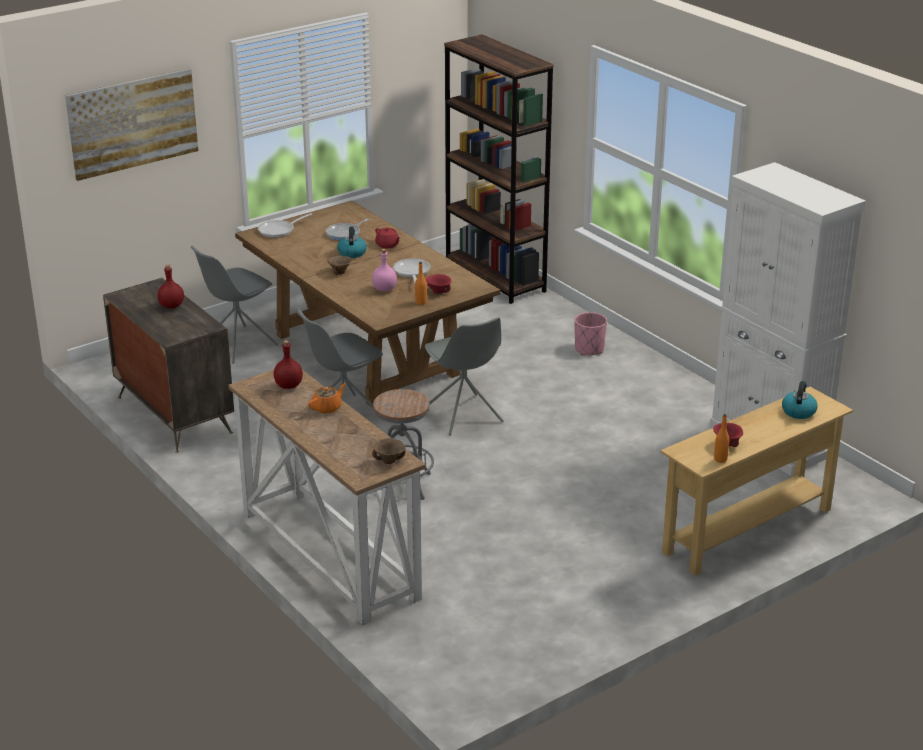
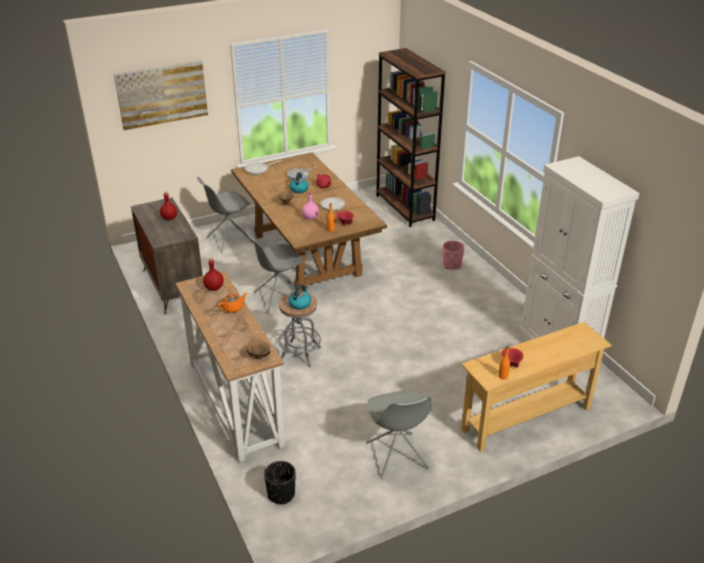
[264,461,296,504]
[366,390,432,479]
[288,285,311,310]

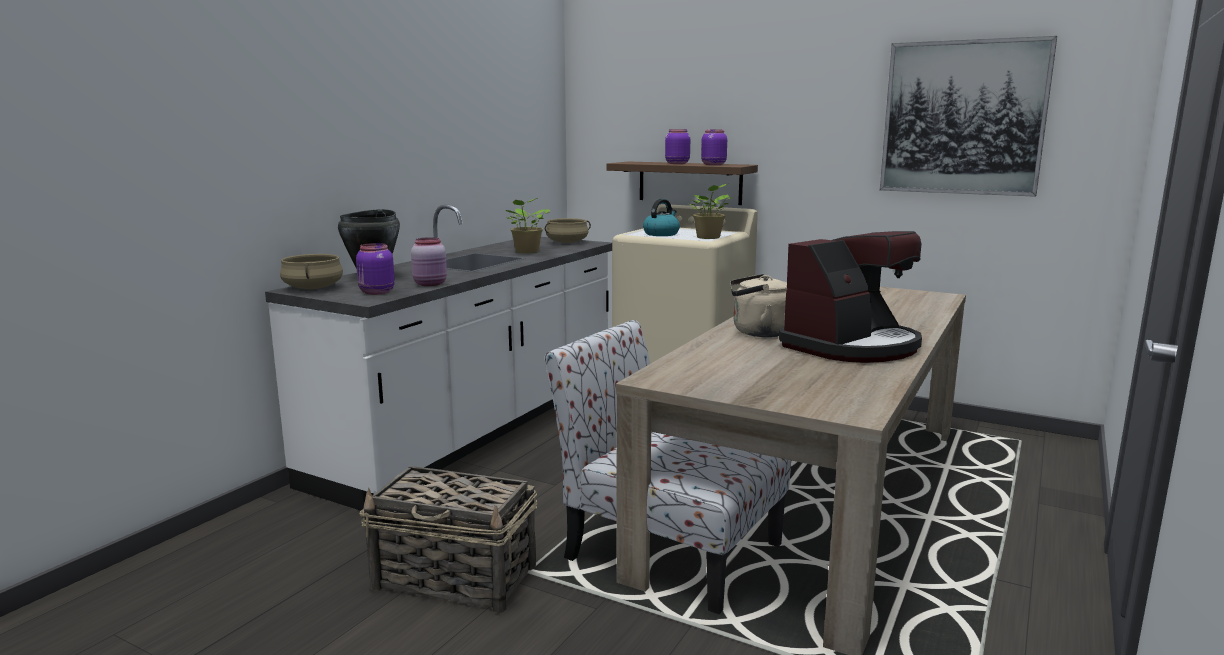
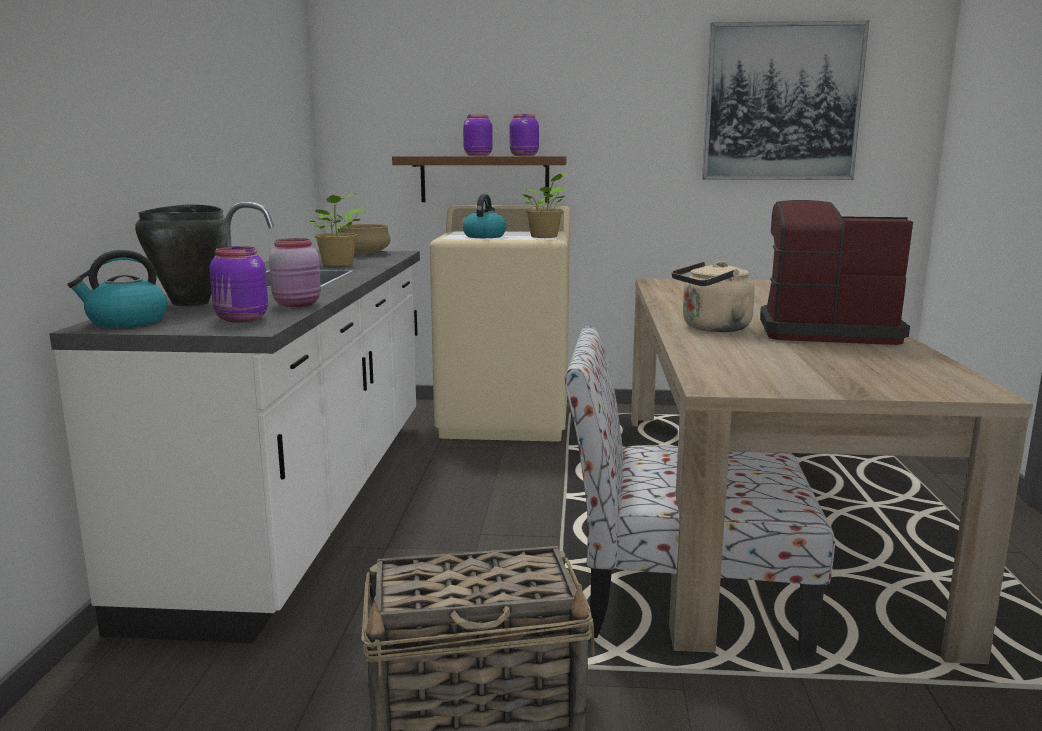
[68,250,168,328]
[760,200,913,345]

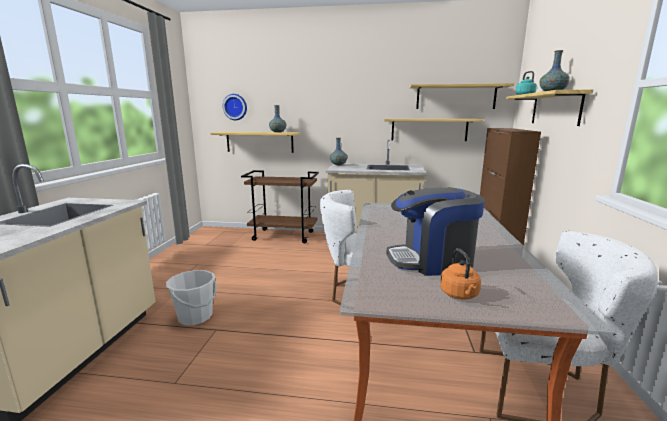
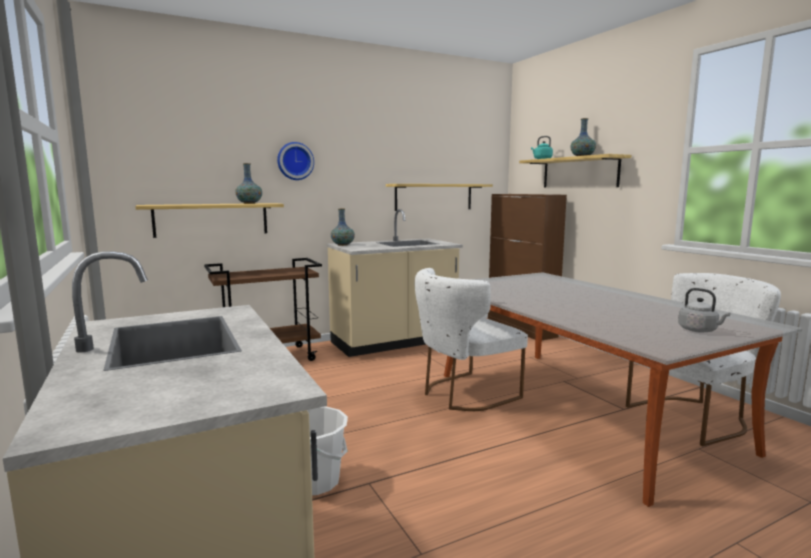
[386,187,485,276] (first image)
[409,83,514,109] (first image)
[277,142,314,180]
[678,288,731,333]

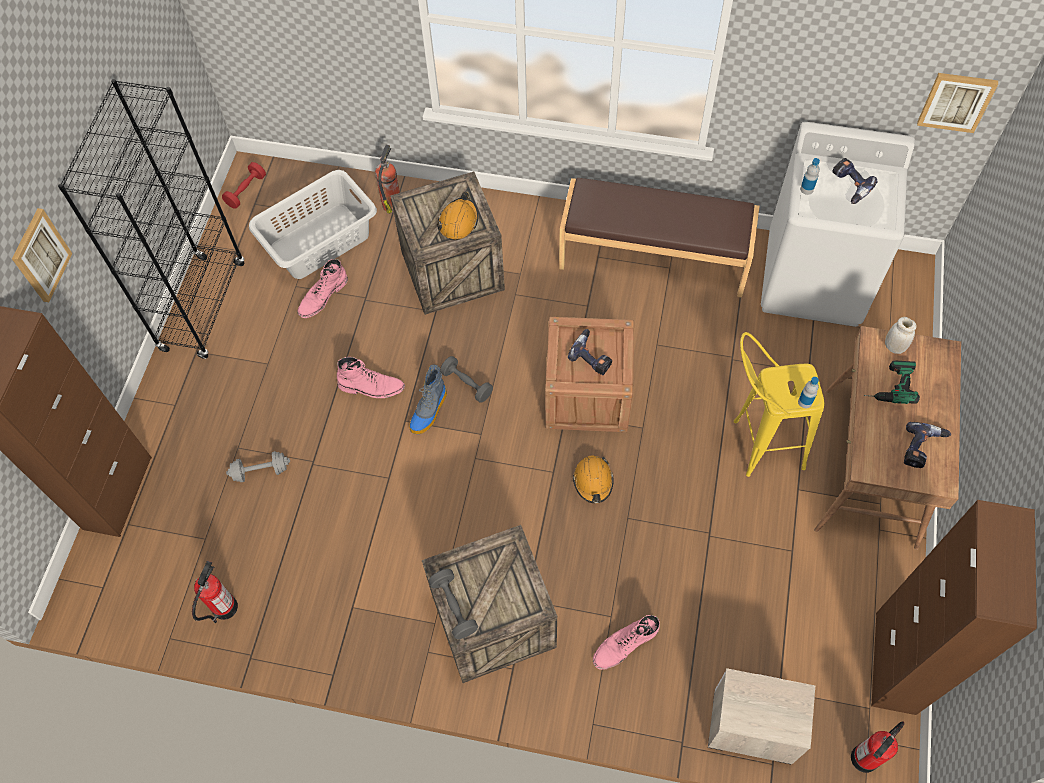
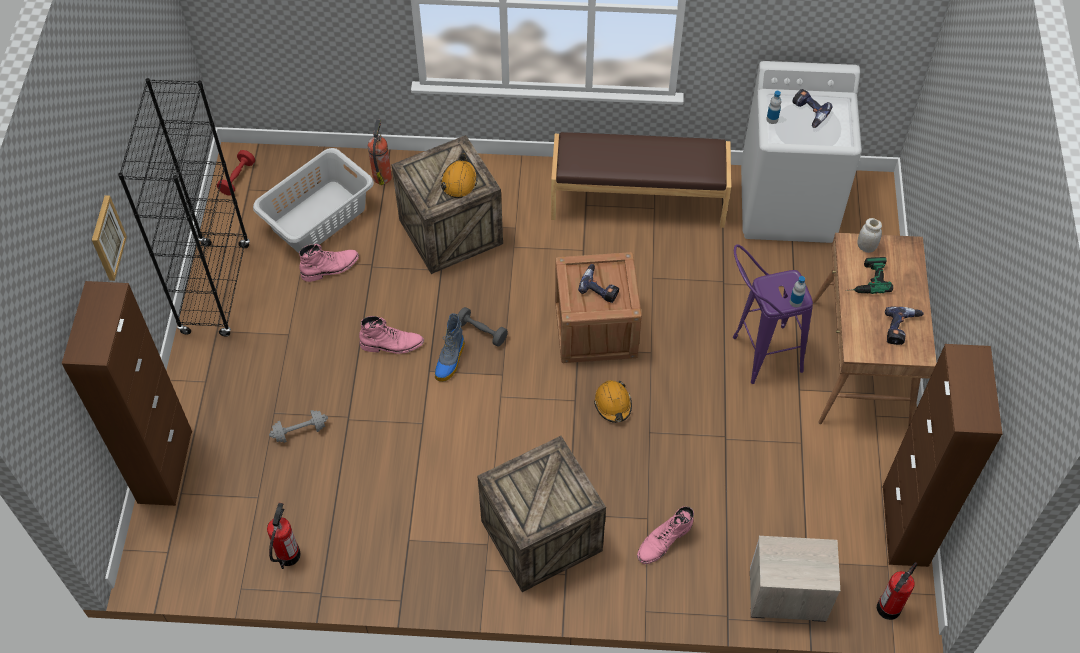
[429,569,478,639] (first image)
[917,73,998,133] (first image)
[733,244,813,384]
[299,244,359,282]

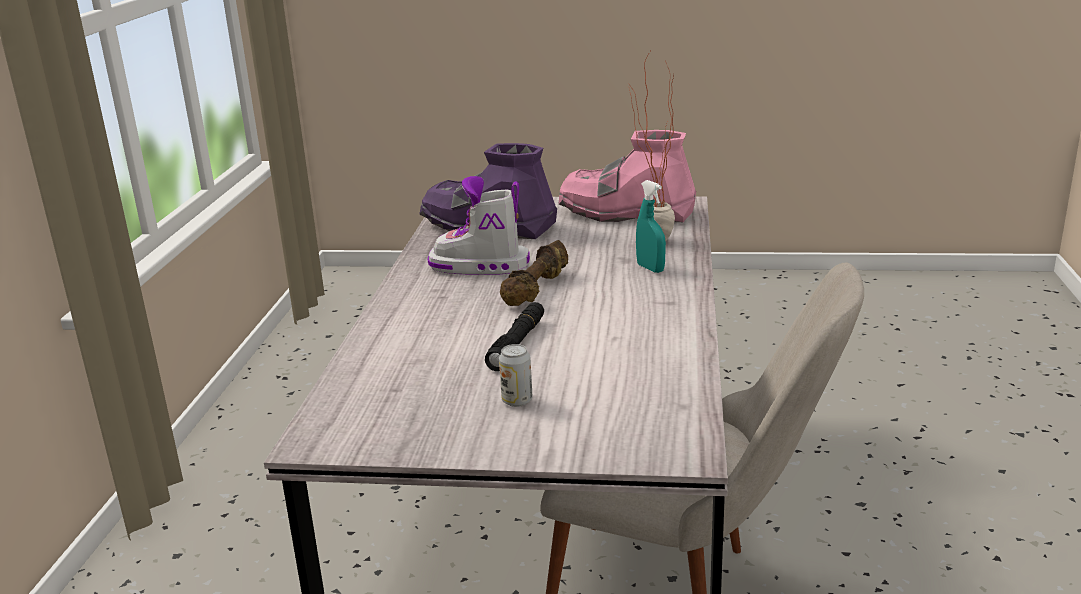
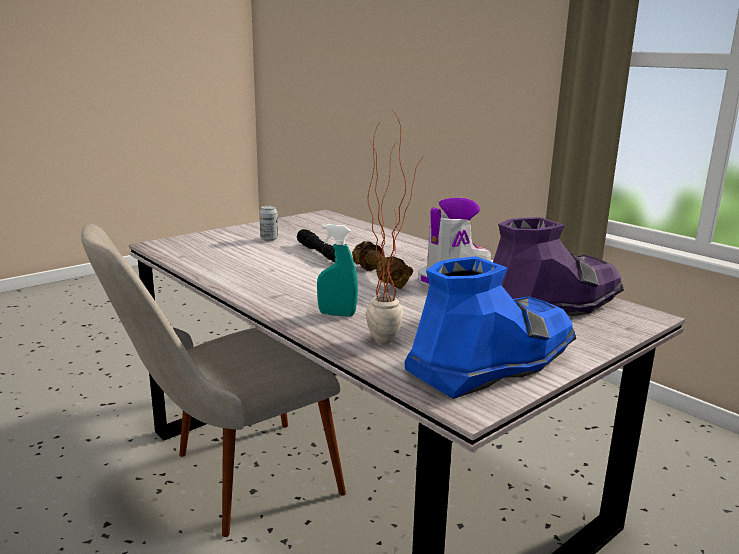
[404,256,576,399]

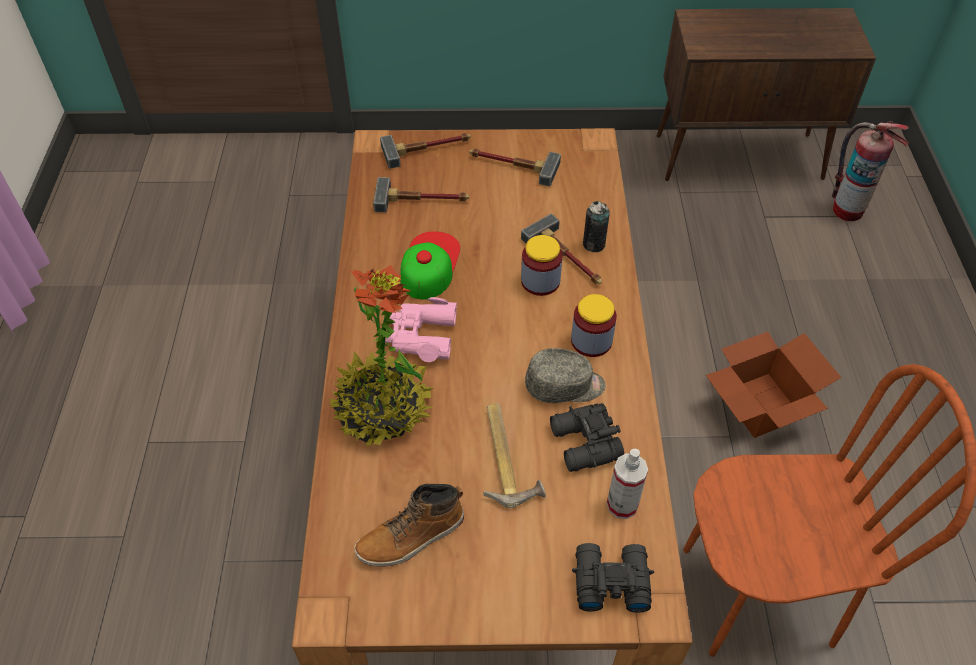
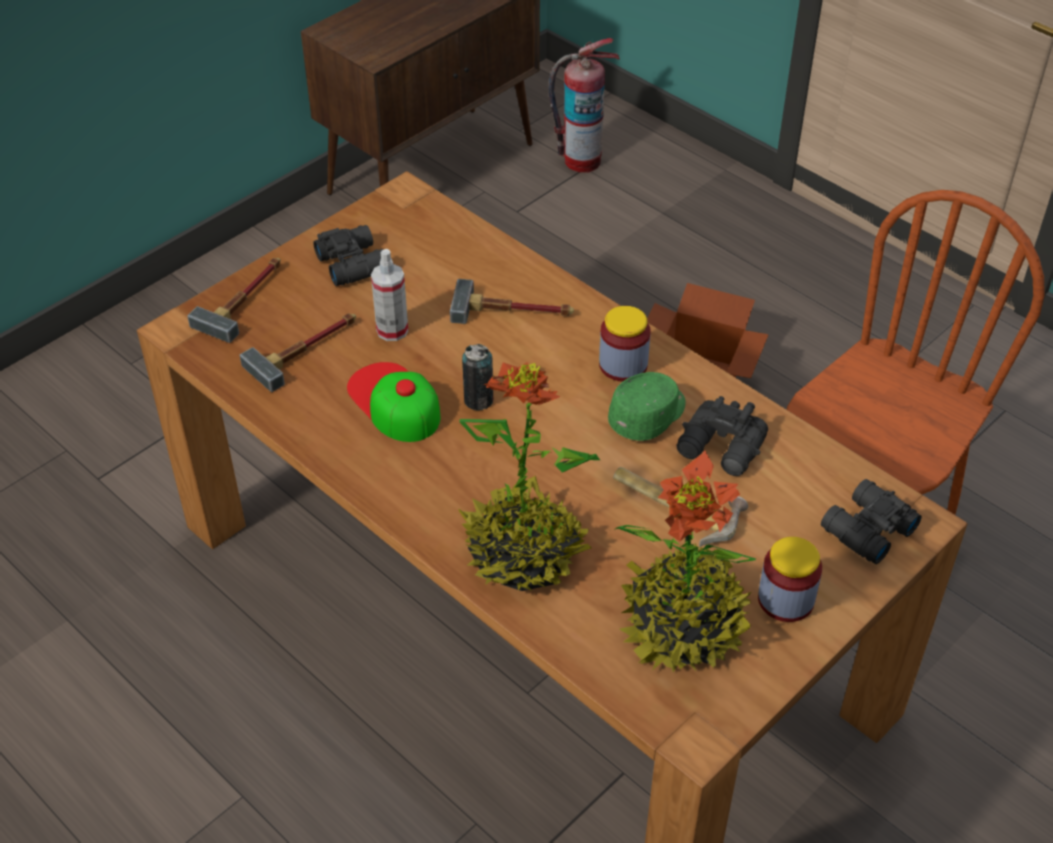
[385,297,457,362] (first image)
[758,537,822,622]
[462,344,494,410]
[371,249,408,341]
[614,450,756,673]
[313,225,383,286]
[608,372,686,441]

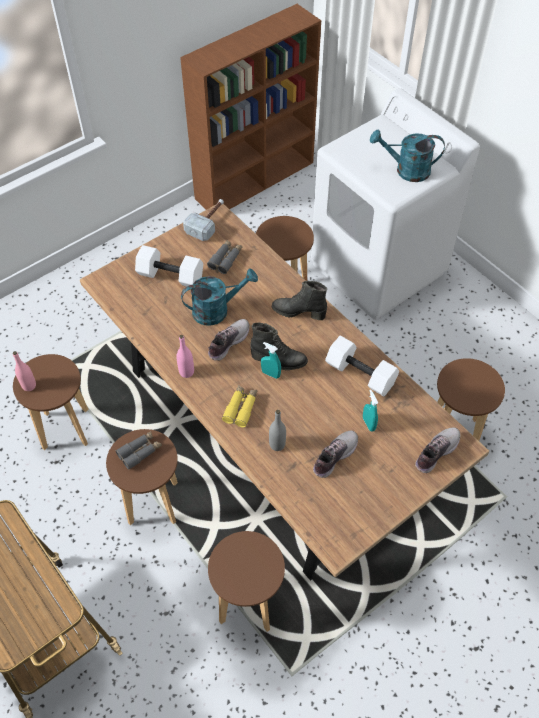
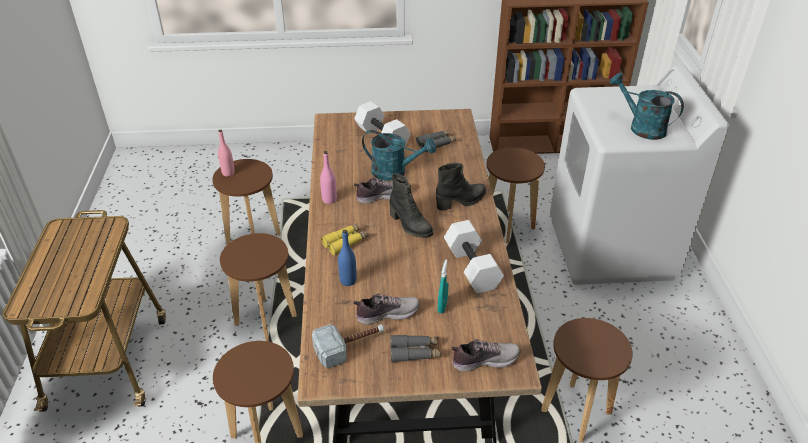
[261,342,281,379] (first image)
[390,335,441,362]
[312,324,385,368]
[338,230,357,286]
[436,163,486,210]

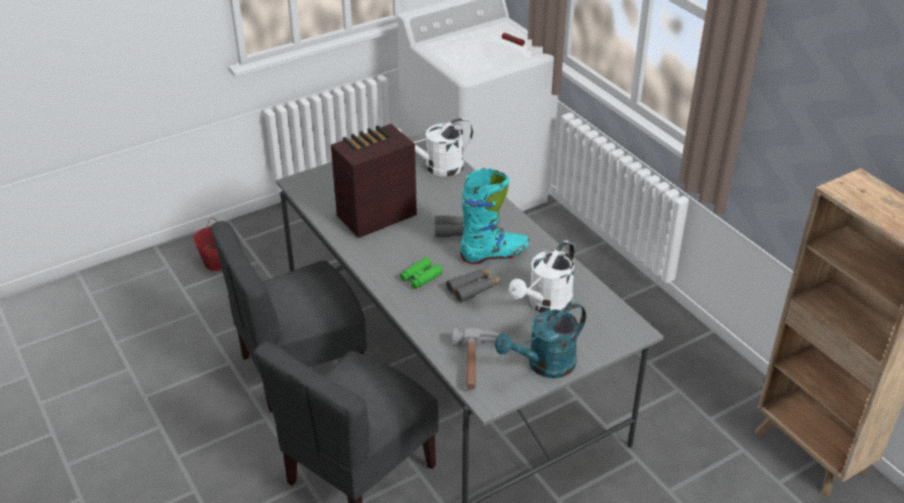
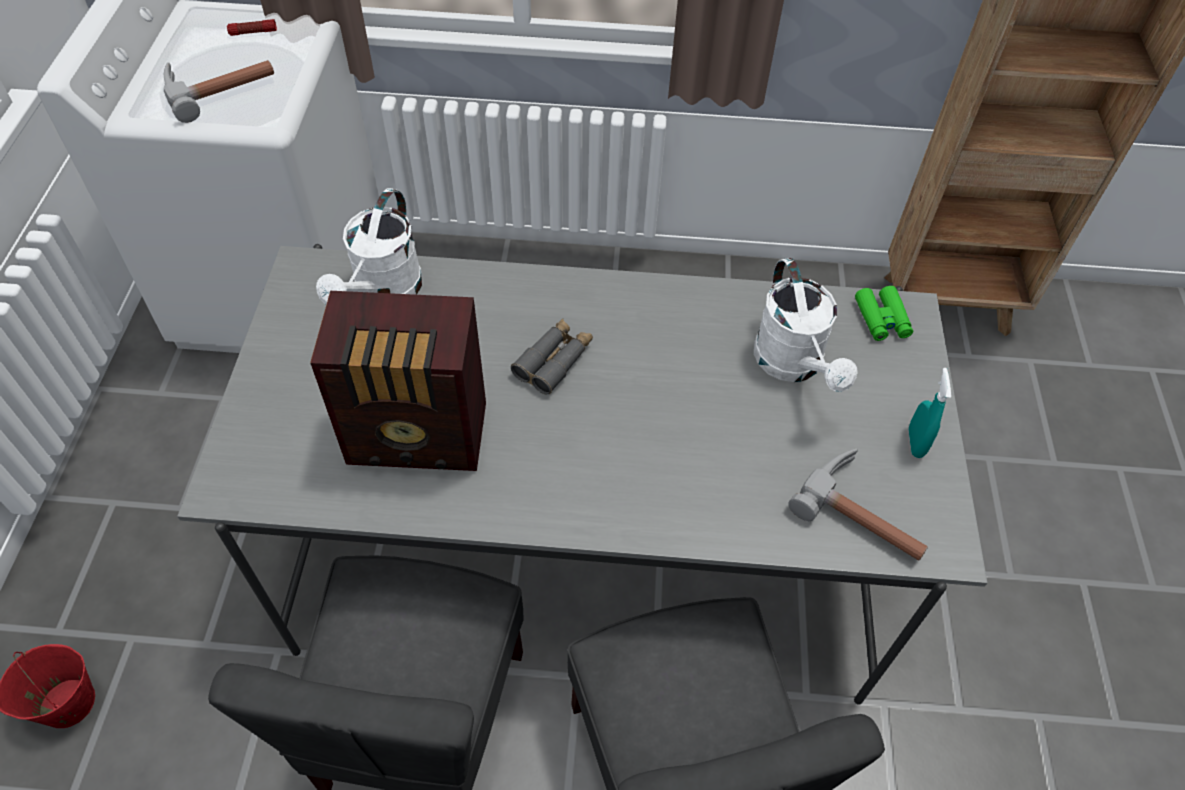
[446,267,501,303] (first image)
[460,168,529,264] (first image)
[164,60,274,123]
[855,286,913,341]
[909,368,951,458]
[310,291,486,471]

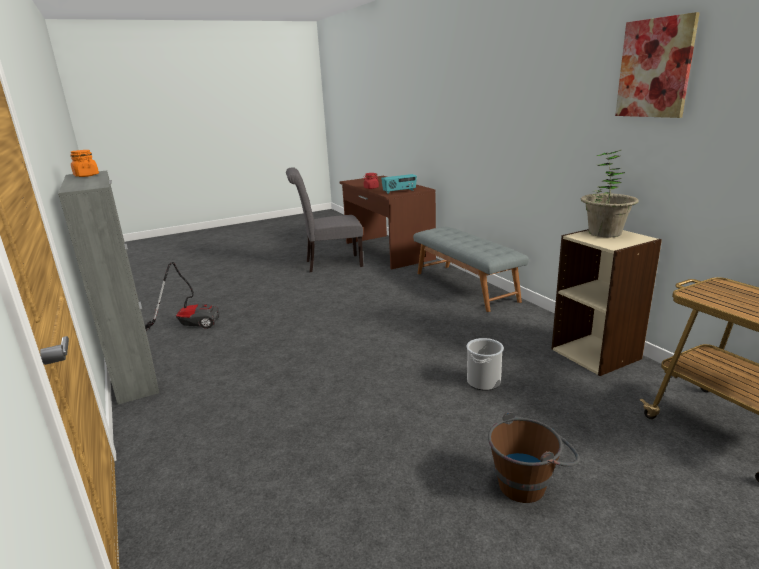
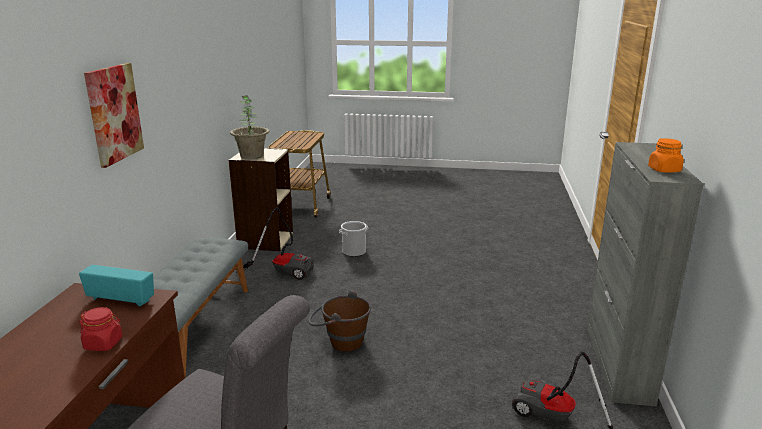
[236,207,314,280]
[308,290,371,351]
[84,63,144,168]

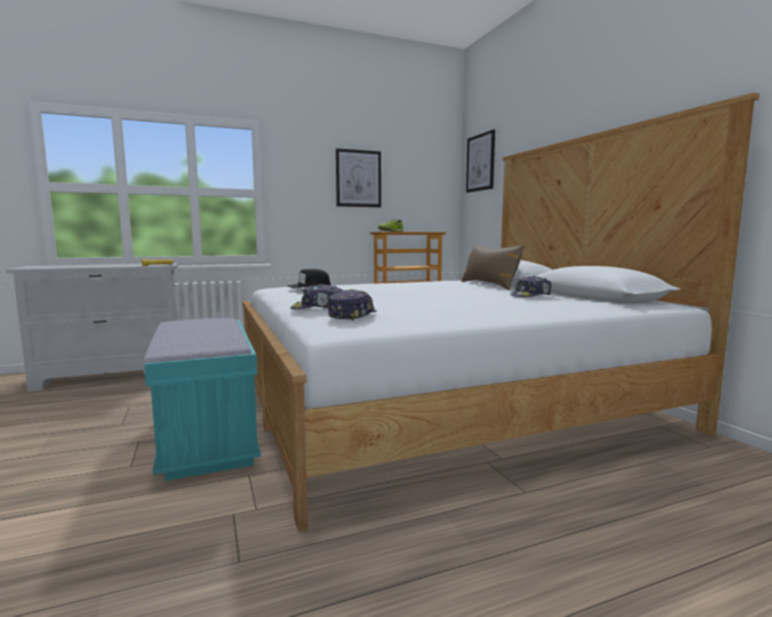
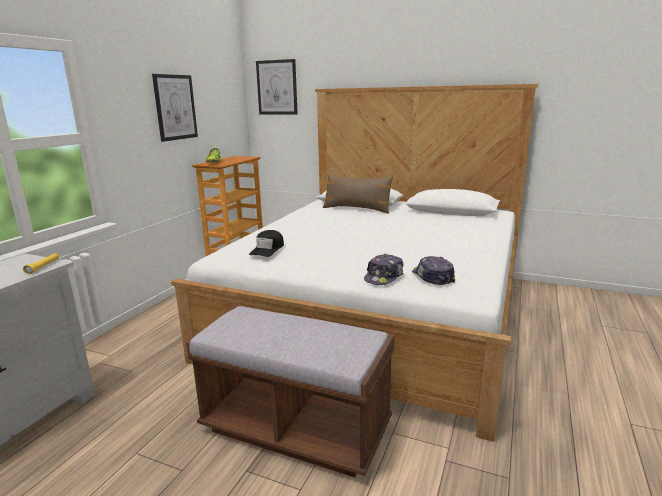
[510,276,552,297] (first image)
[186,305,394,477]

